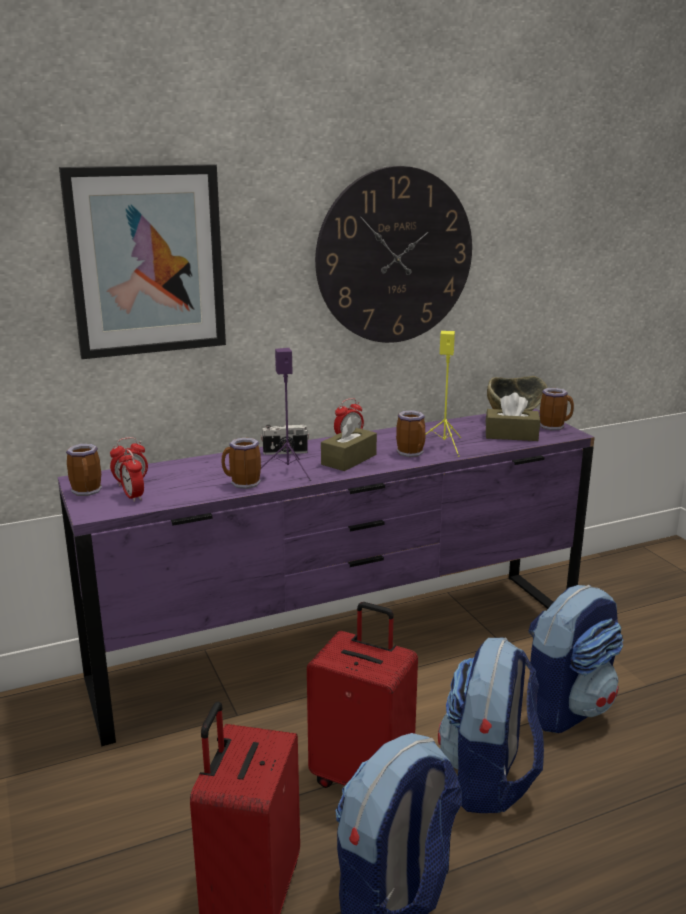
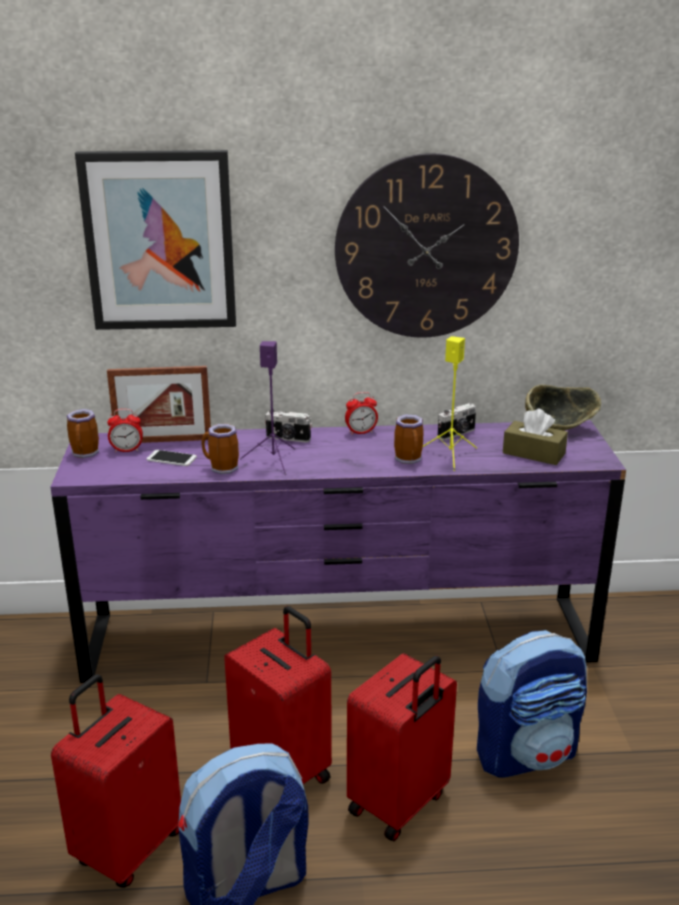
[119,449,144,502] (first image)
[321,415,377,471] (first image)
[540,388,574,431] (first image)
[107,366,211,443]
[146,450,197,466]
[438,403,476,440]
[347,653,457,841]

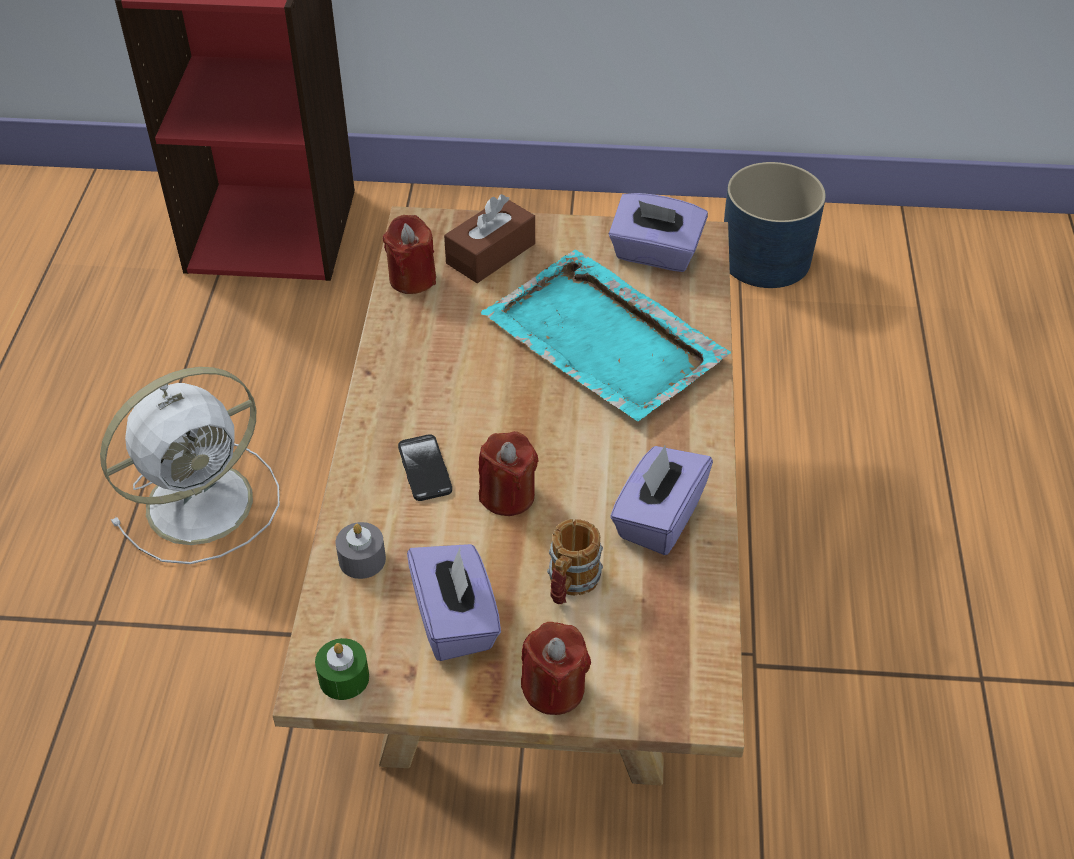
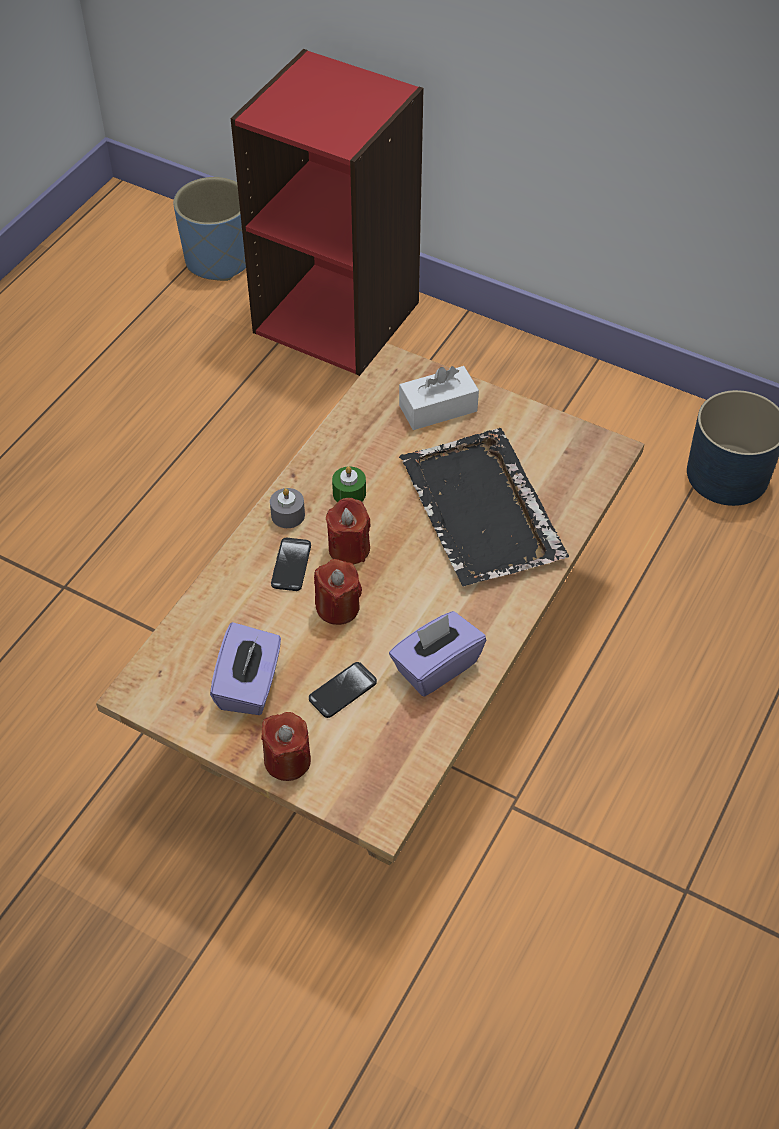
[100,367,280,564] (first image)
[609,193,708,272] (first image)
[173,177,246,281]
[332,466,366,502]
[270,488,305,528]
[326,498,371,565]
[309,662,377,718]
[399,366,479,430]
[399,428,569,586]

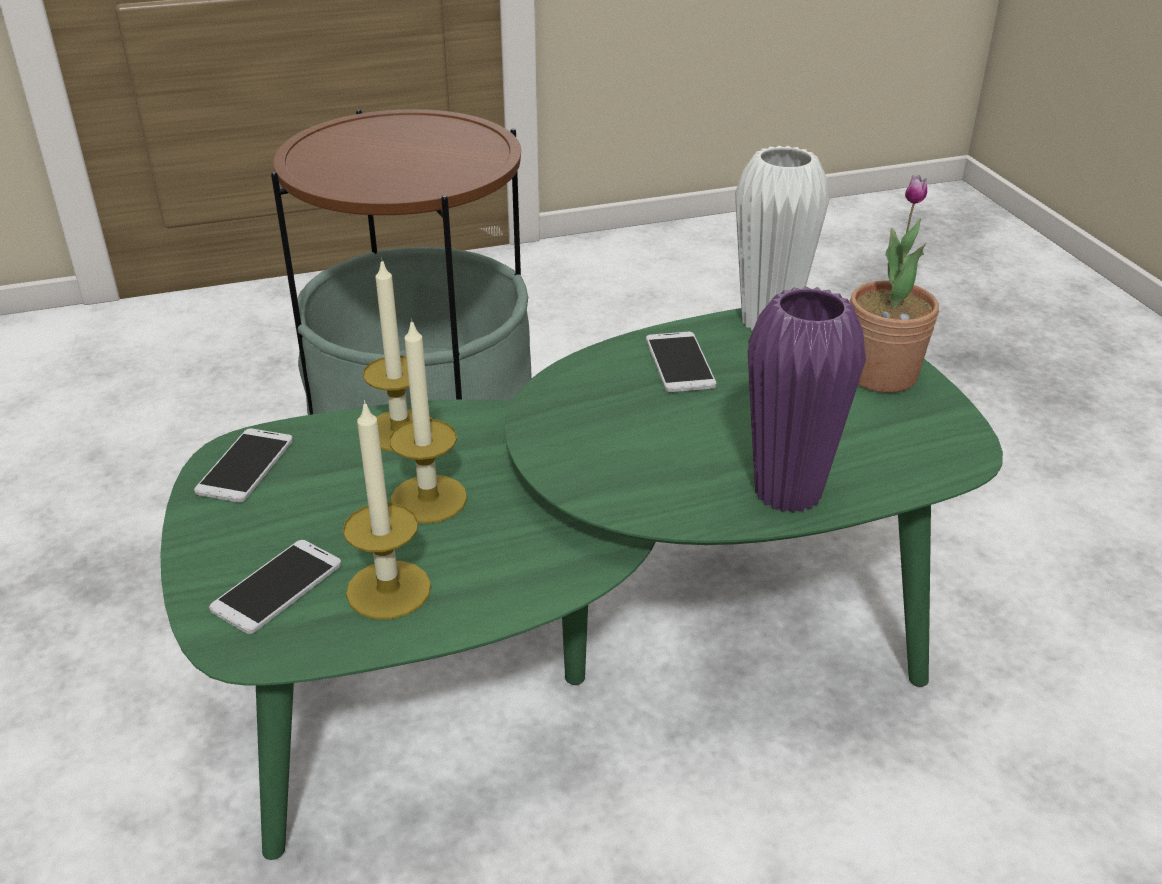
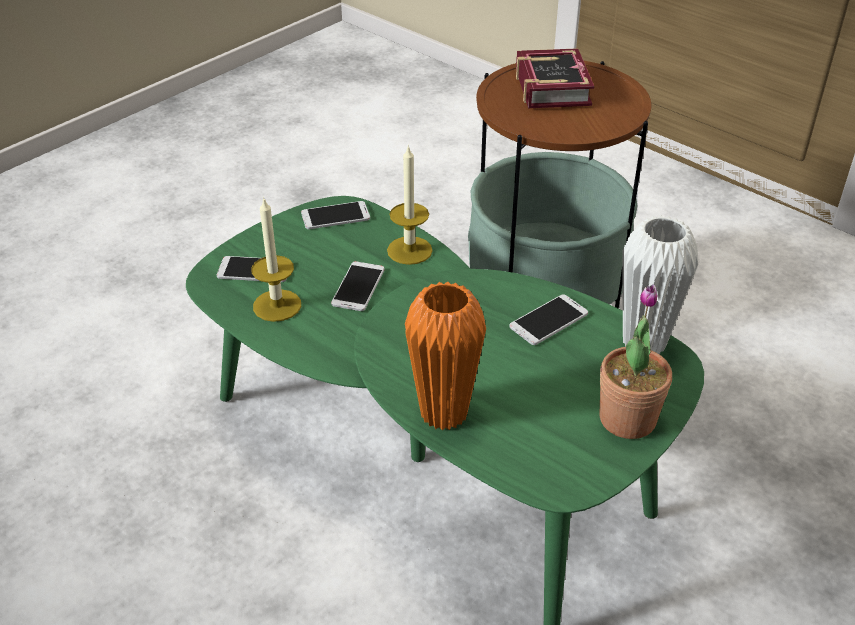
[516,48,594,108]
[331,261,385,311]
[405,282,486,430]

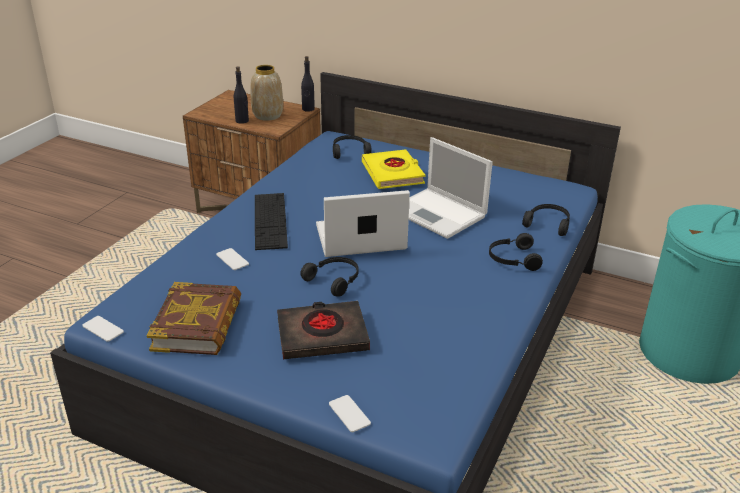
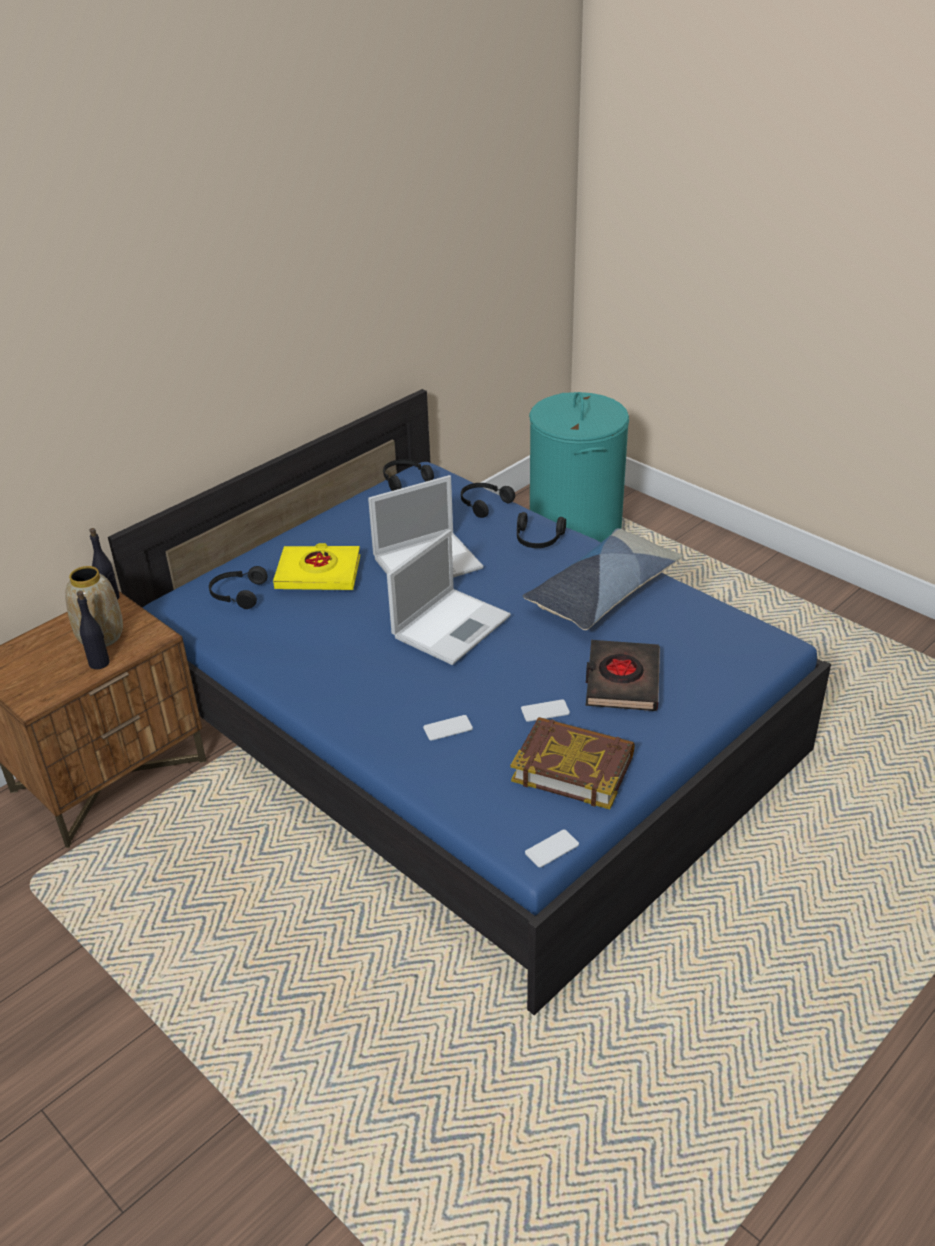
[255,193,288,250] (first image)
[522,528,683,630]
[383,459,434,491]
[521,699,570,722]
[387,530,511,665]

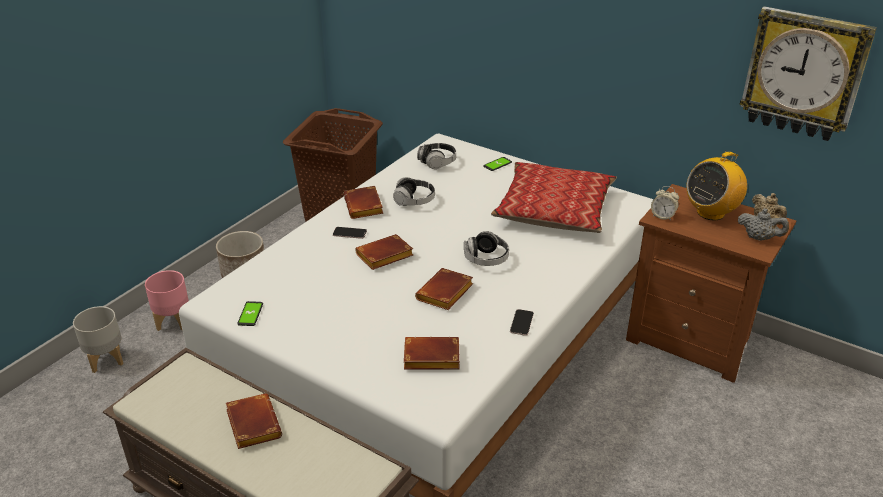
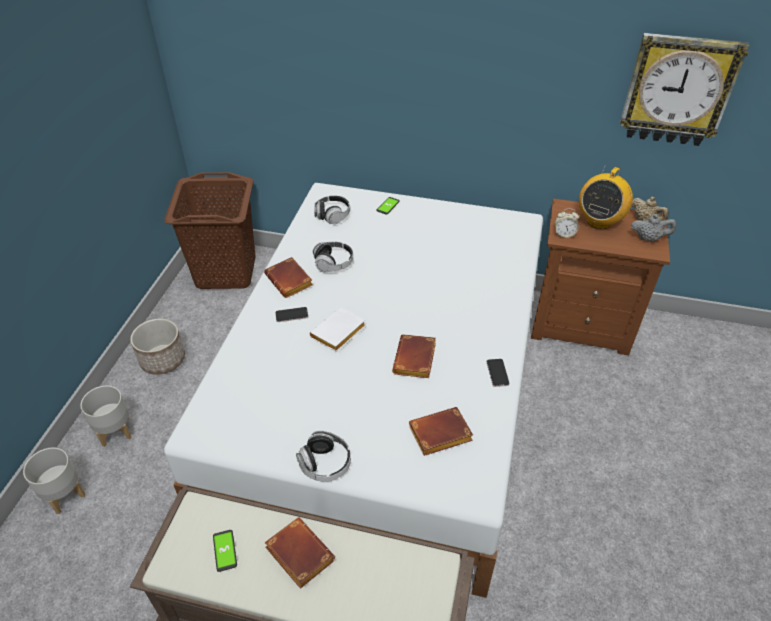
[491,162,617,233] (first image)
[213,530,237,572]
[296,431,351,482]
[80,385,132,447]
[310,307,366,352]

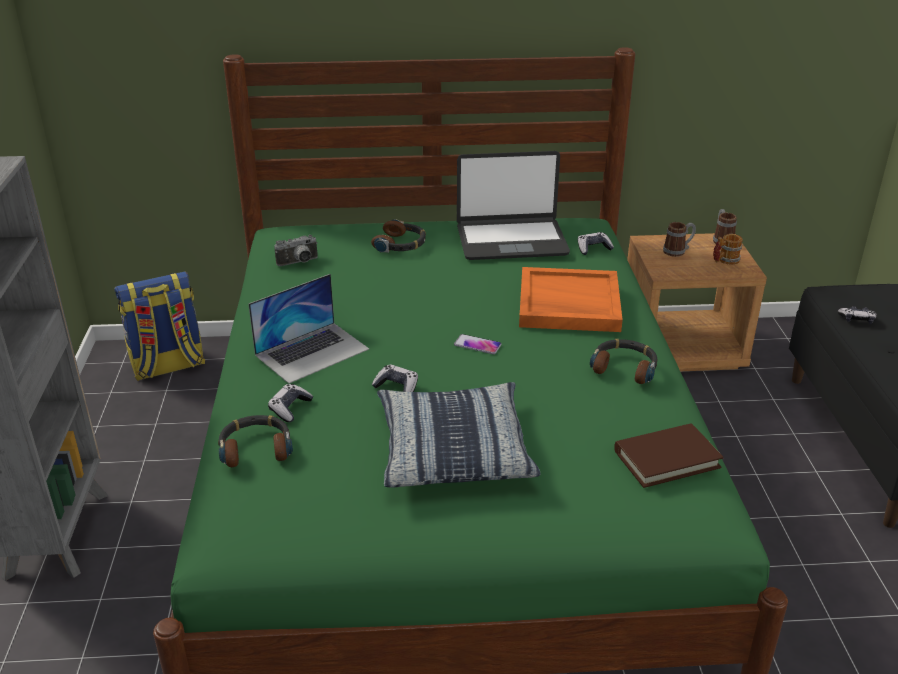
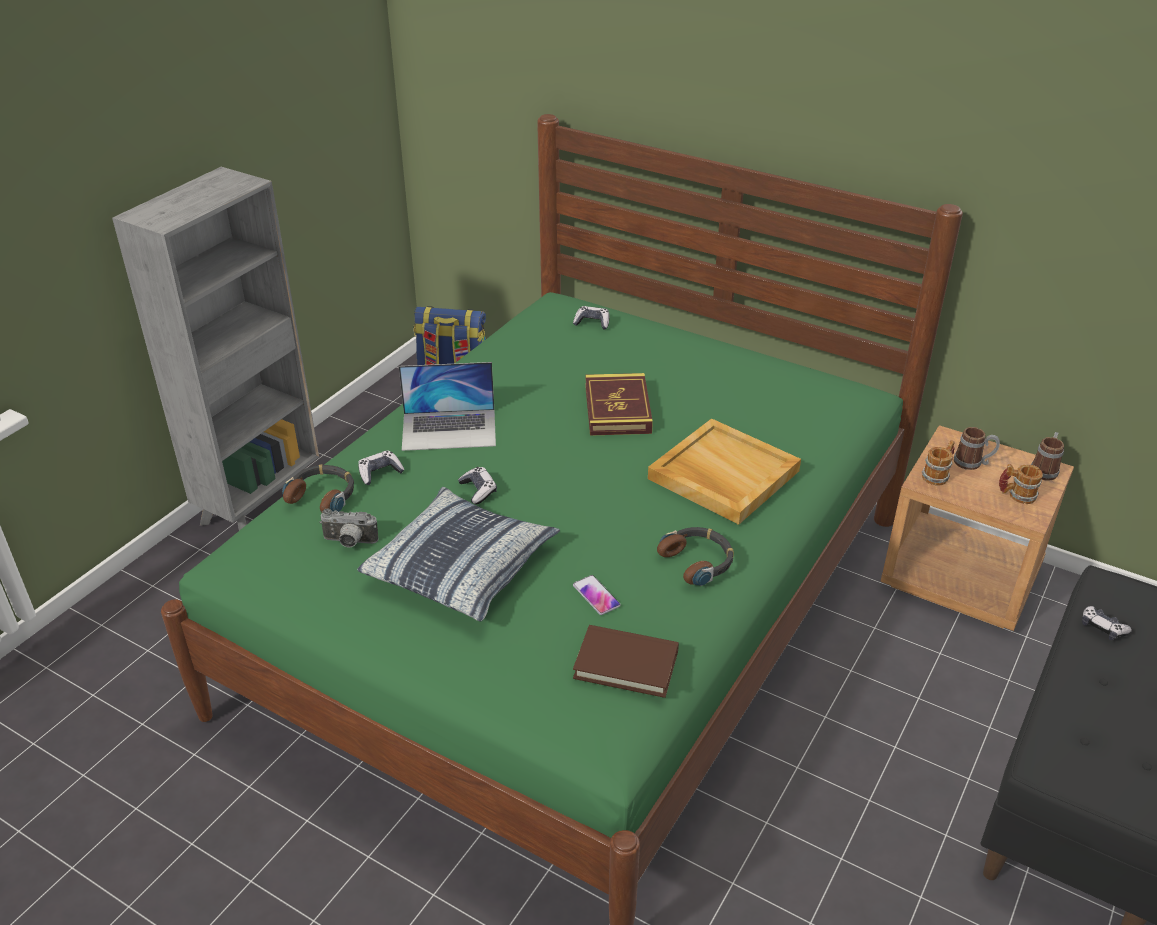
[371,219,426,253] (first image)
[457,151,570,260] (first image)
[585,373,653,436]
[922,440,955,486]
[320,509,378,548]
[573,575,621,615]
[573,306,609,329]
[648,418,801,525]

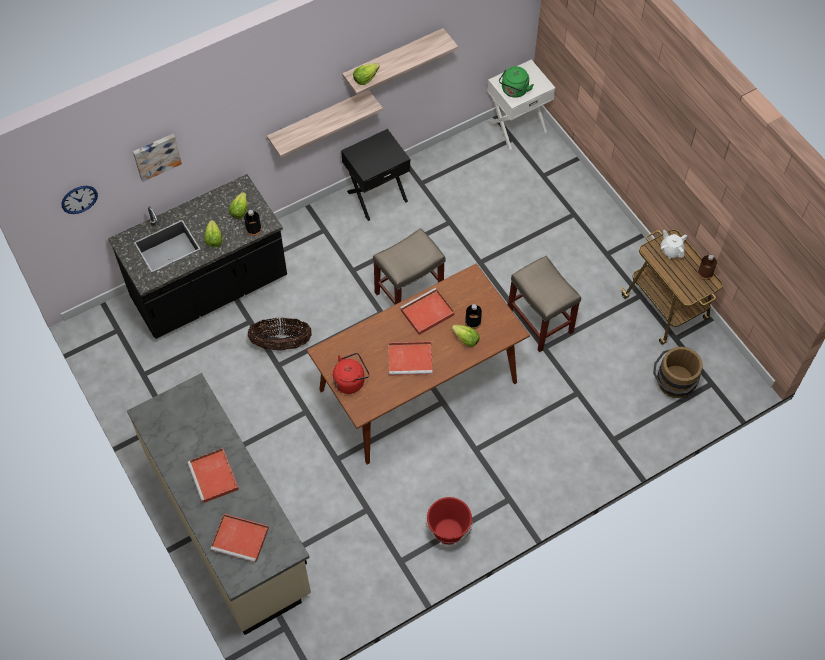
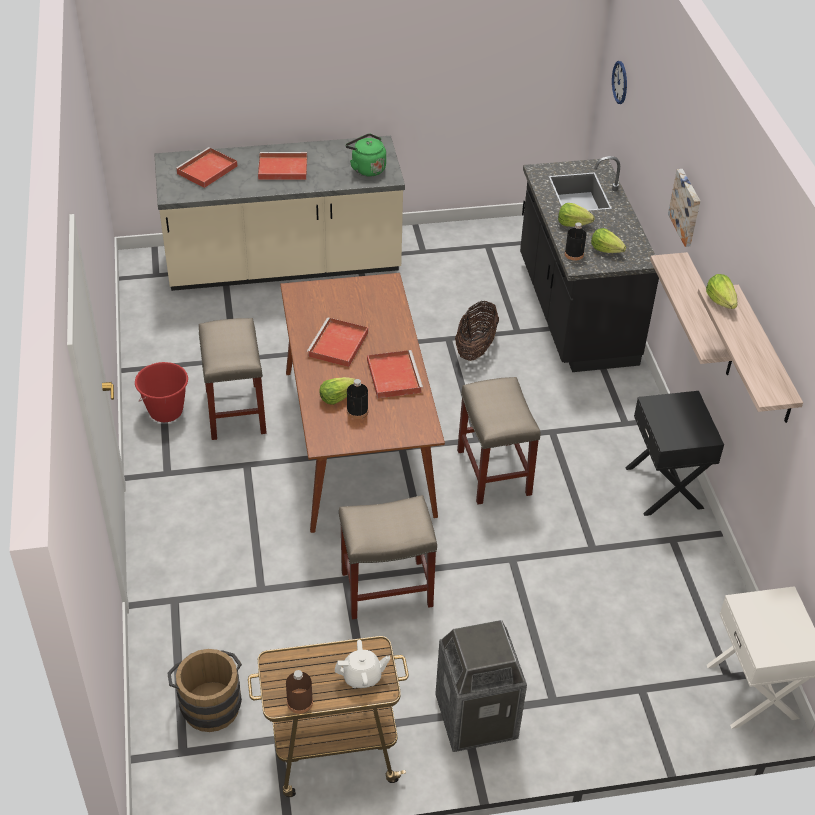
[333,353,370,394] (first image)
[199,318,267,440]
[435,620,527,752]
[668,169,700,247]
[346,134,386,177]

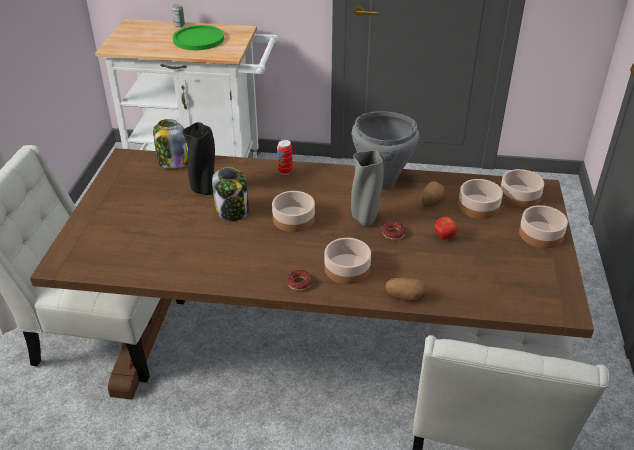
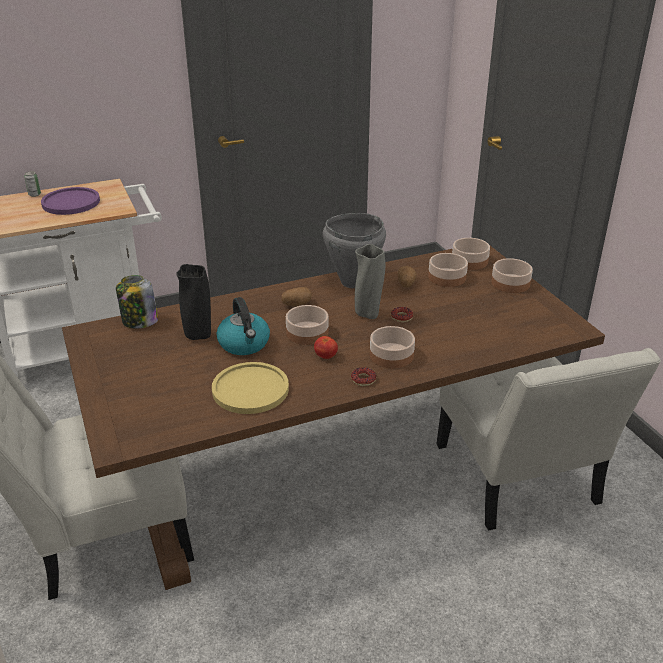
[277,140,293,175] (first image)
[212,362,289,414]
[281,287,312,306]
[314,336,338,359]
[216,297,270,355]
[41,187,100,215]

